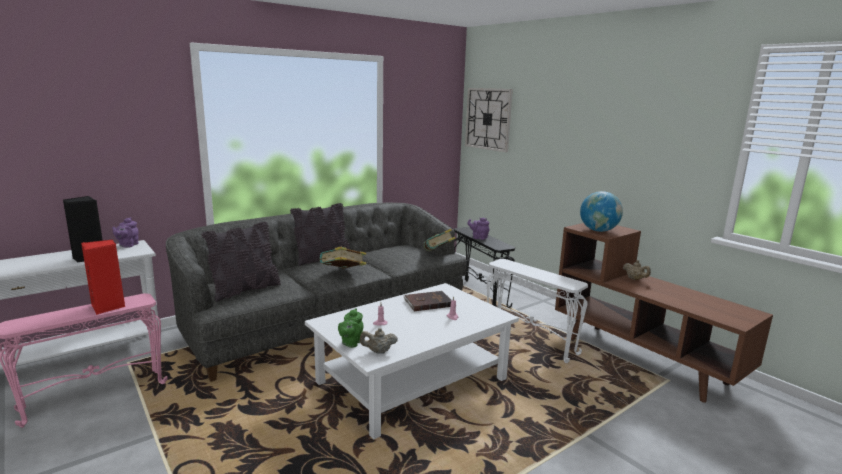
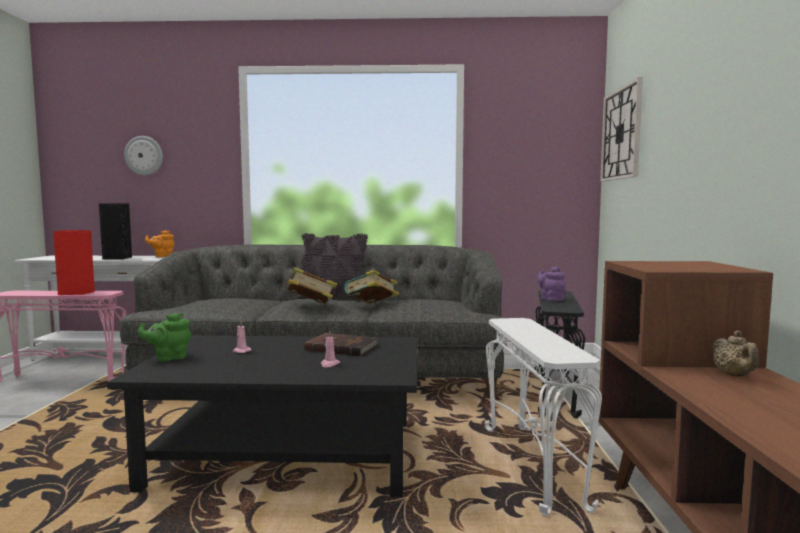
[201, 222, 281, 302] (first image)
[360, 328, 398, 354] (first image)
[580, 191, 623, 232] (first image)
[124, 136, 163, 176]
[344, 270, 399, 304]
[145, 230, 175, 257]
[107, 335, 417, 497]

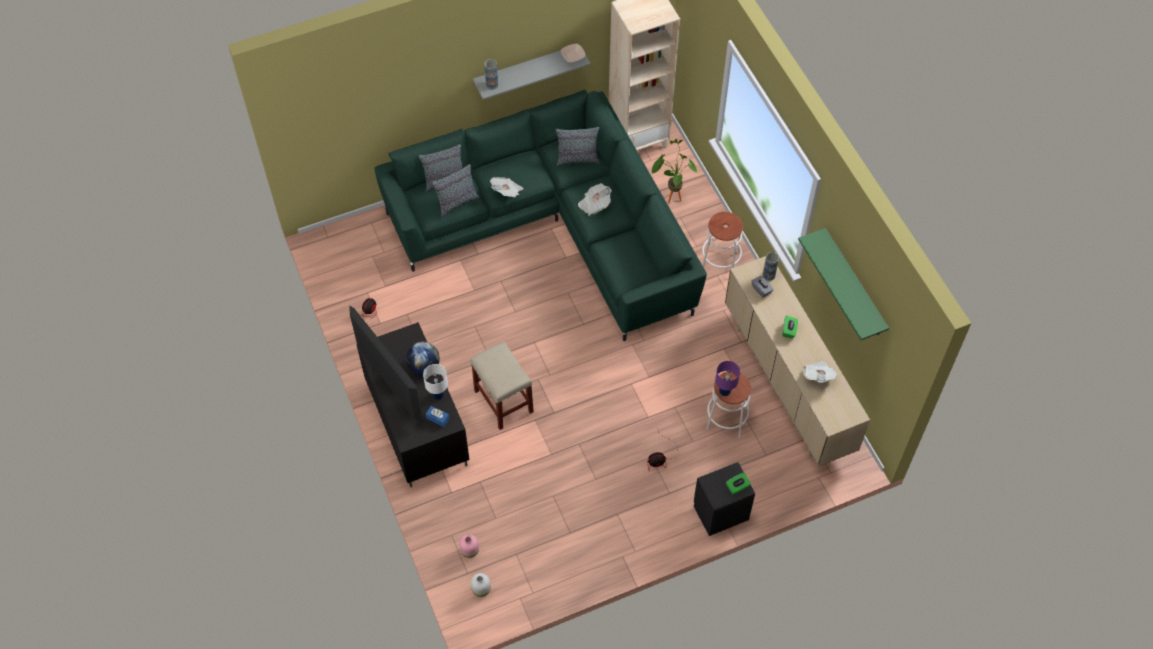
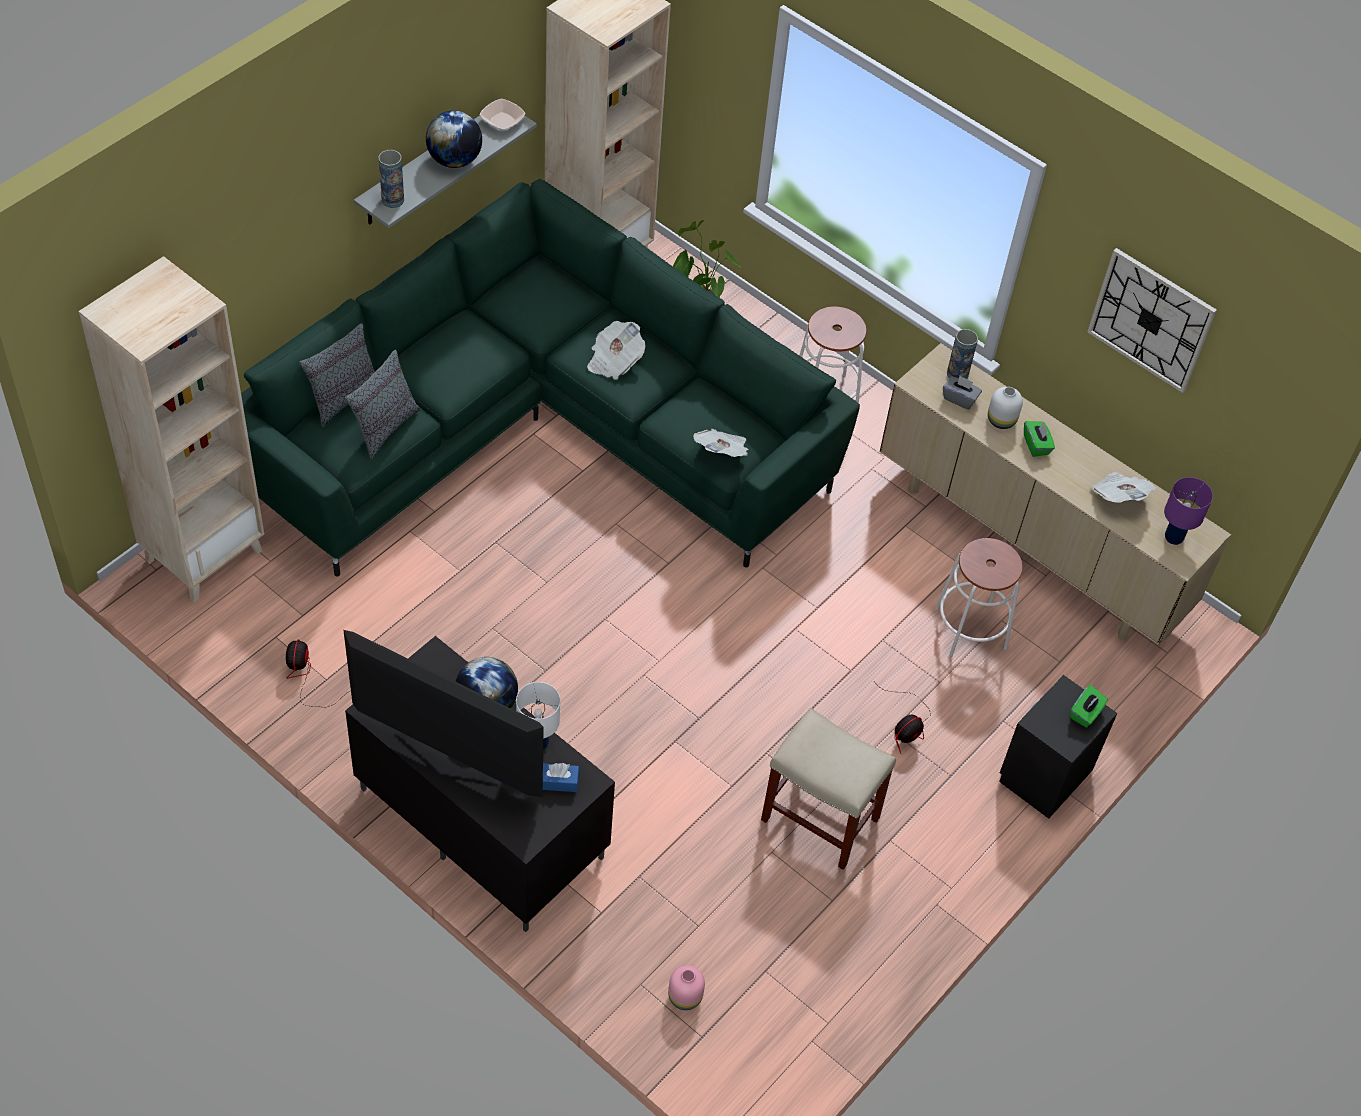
[556, 127, 600, 167] (first image)
[79, 256, 264, 602]
[426, 111, 482, 168]
[761, 708, 896, 870]
[988, 387, 1023, 429]
[693, 429, 749, 457]
[1164, 477, 1213, 545]
[1087, 248, 1217, 393]

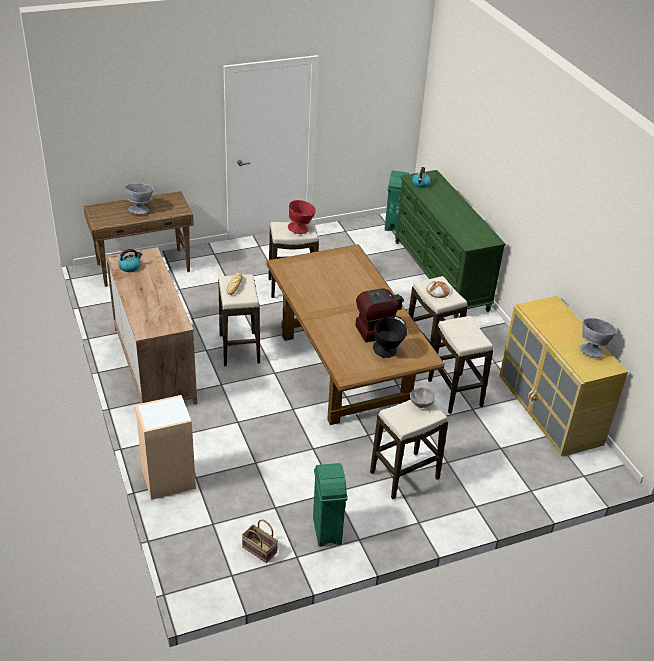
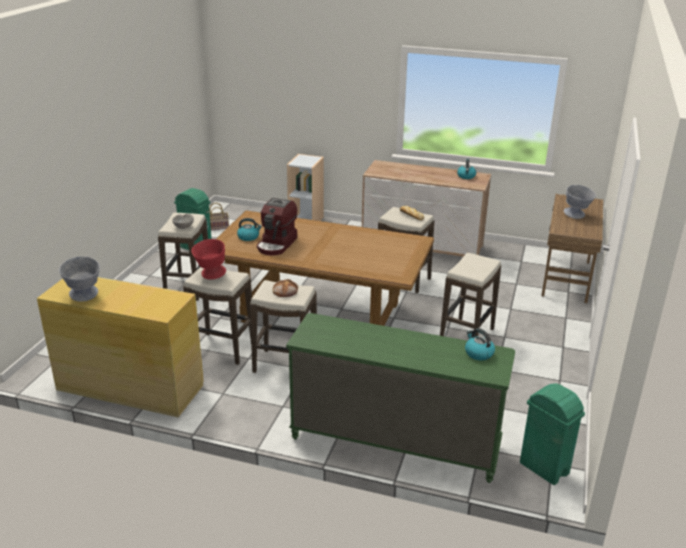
[192, 239, 226, 280]
[237, 218, 262, 241]

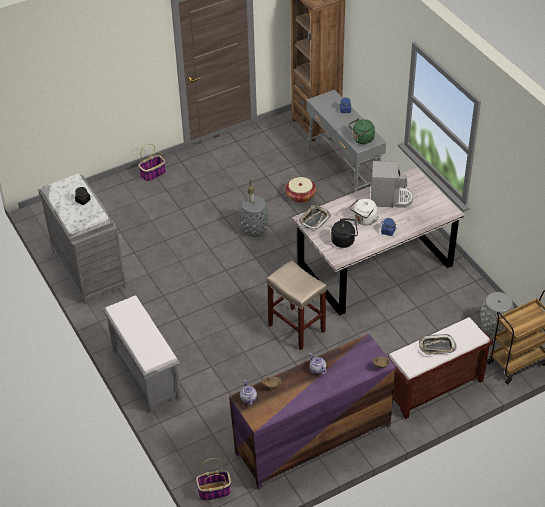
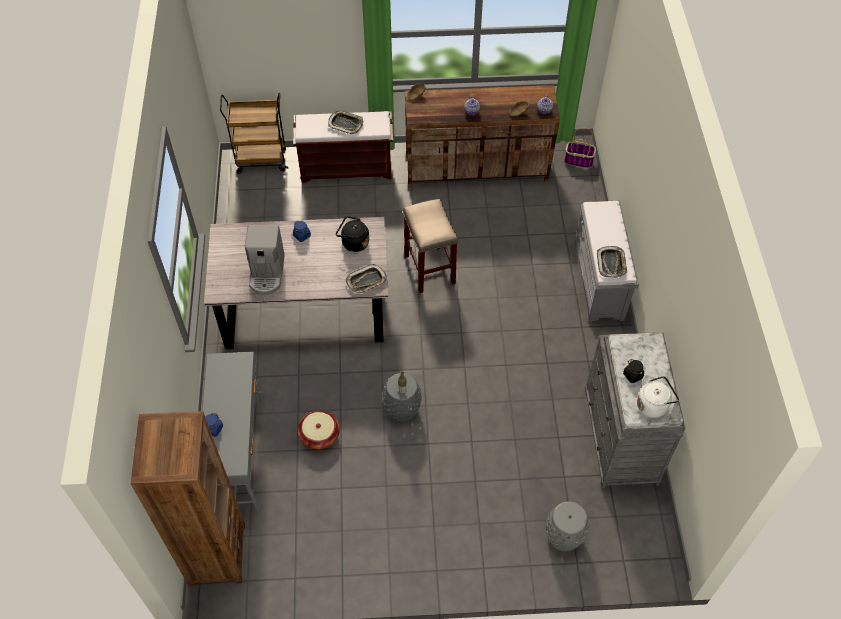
[138, 144, 166, 182] (first image)
[349, 118, 375, 144] (first image)
[597, 246, 627, 278]
[637, 376, 679, 418]
[546, 501, 589, 551]
[405, 85, 560, 188]
[245, 225, 285, 295]

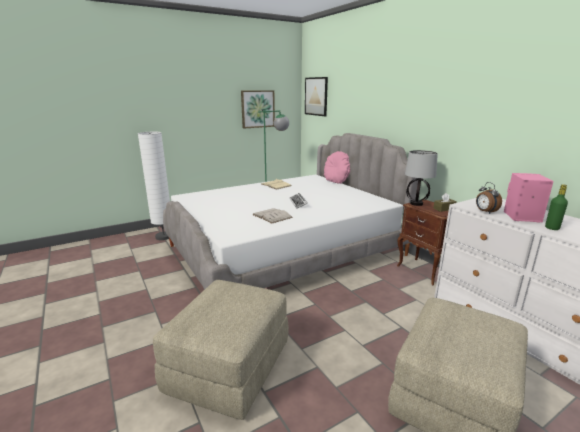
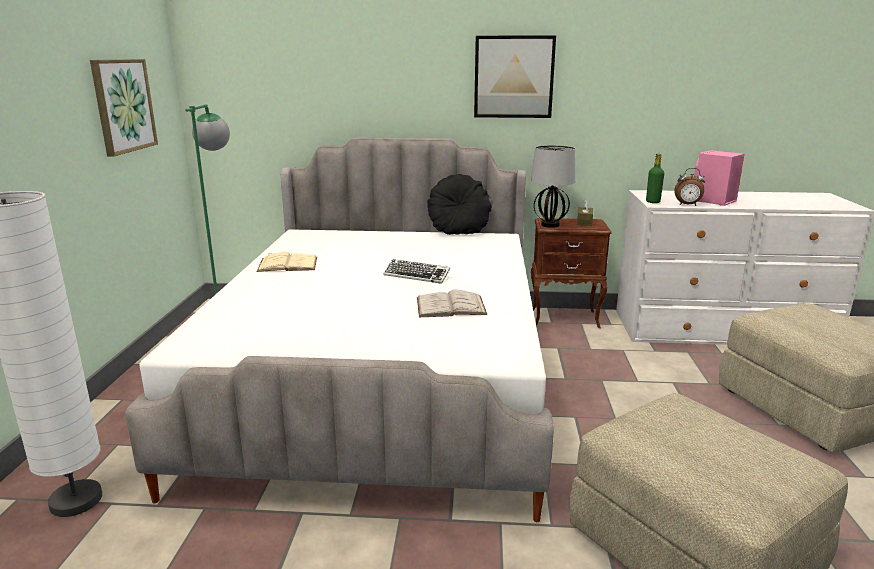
[324, 151, 350, 184] (first image)
[428, 174, 492, 235]
[474, 36, 556, 118]
[646, 154, 664, 203]

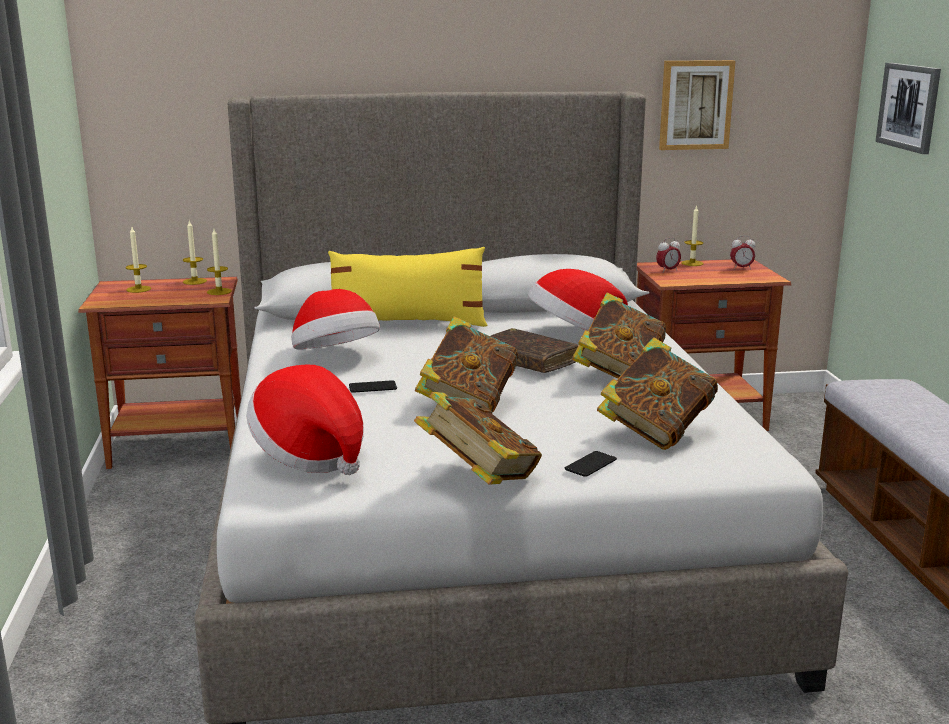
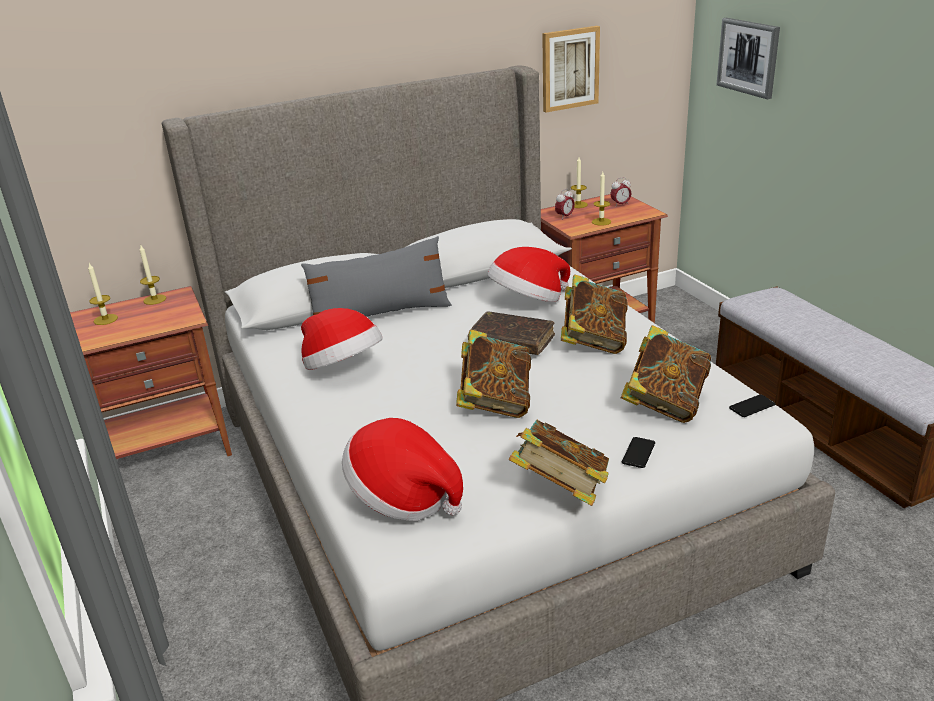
[592, 172, 611, 226]
[729, 395, 776, 417]
[301, 236, 452, 317]

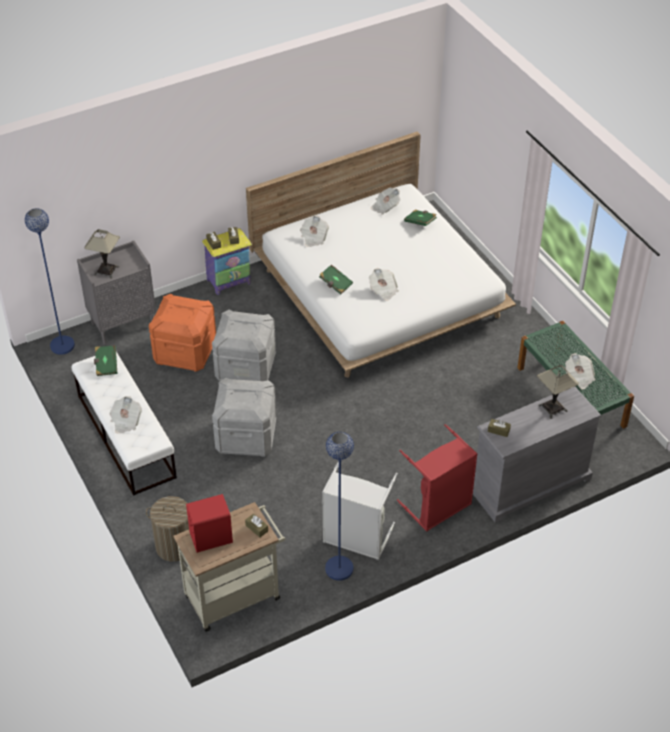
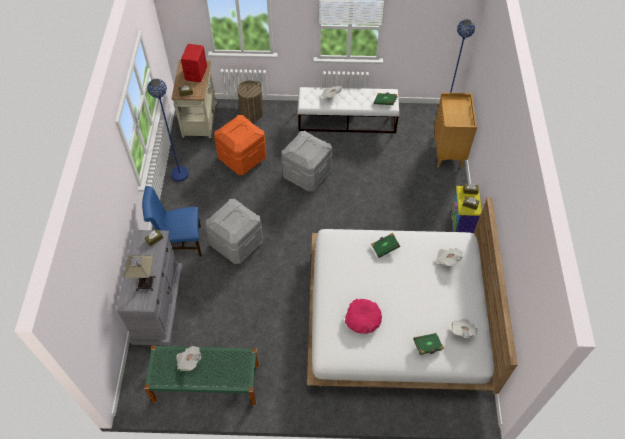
[84, 229, 120, 279] (first image)
[322, 461, 398, 560] (first image)
[369, 268, 399, 301] (first image)
[345, 299, 382, 334]
[214, 115, 266, 175]
[206, 199, 263, 264]
[142, 186, 202, 257]
[434, 93, 477, 168]

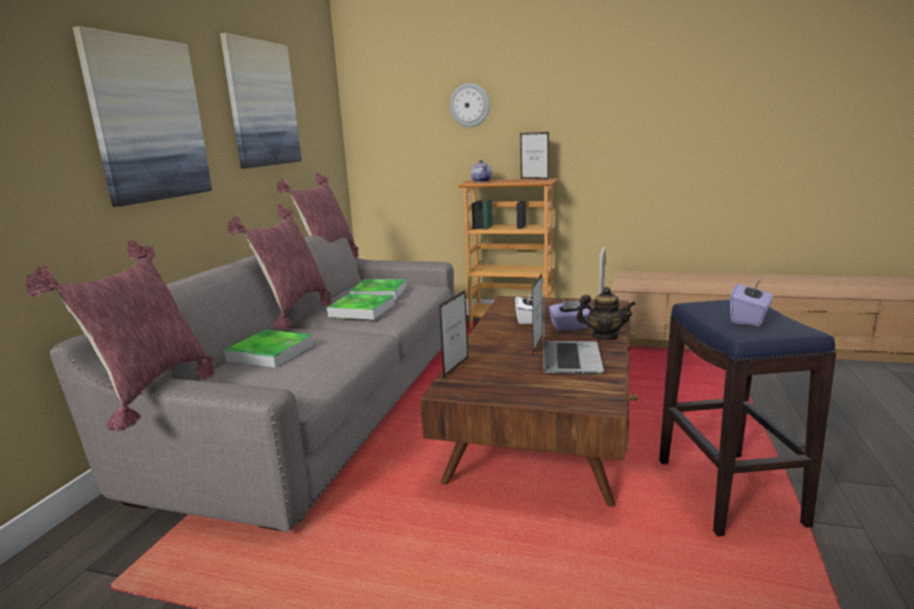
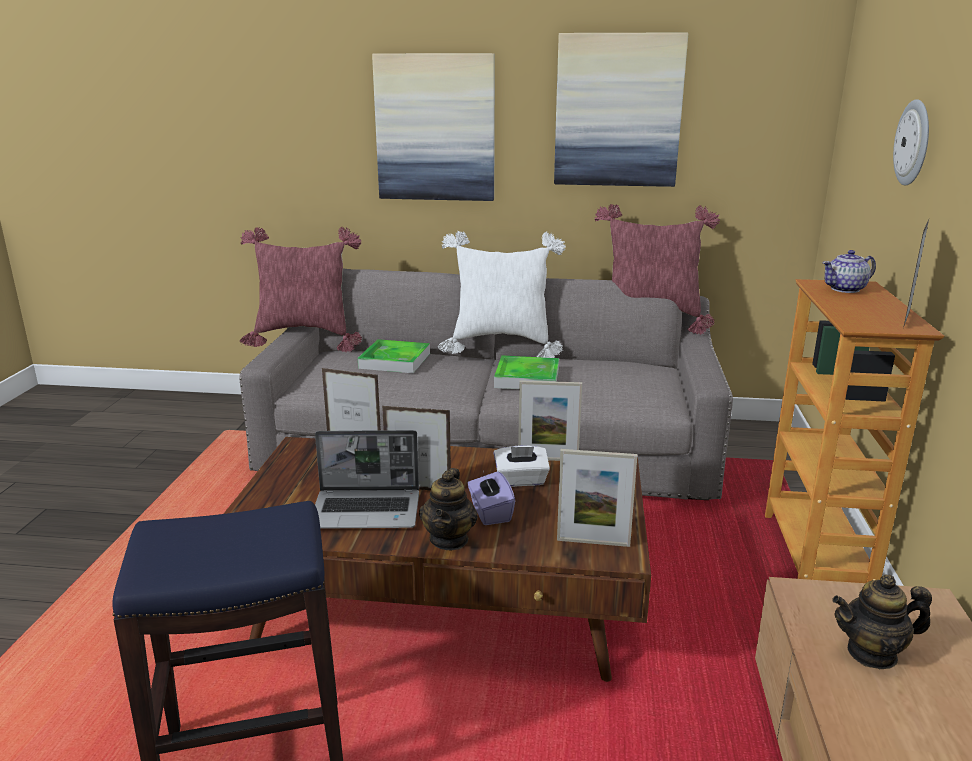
[350, 279, 406, 300] (first image)
[730, 278, 773, 326] (first image)
[518, 380, 582, 461]
[832, 575, 932, 669]
[437, 231, 566, 358]

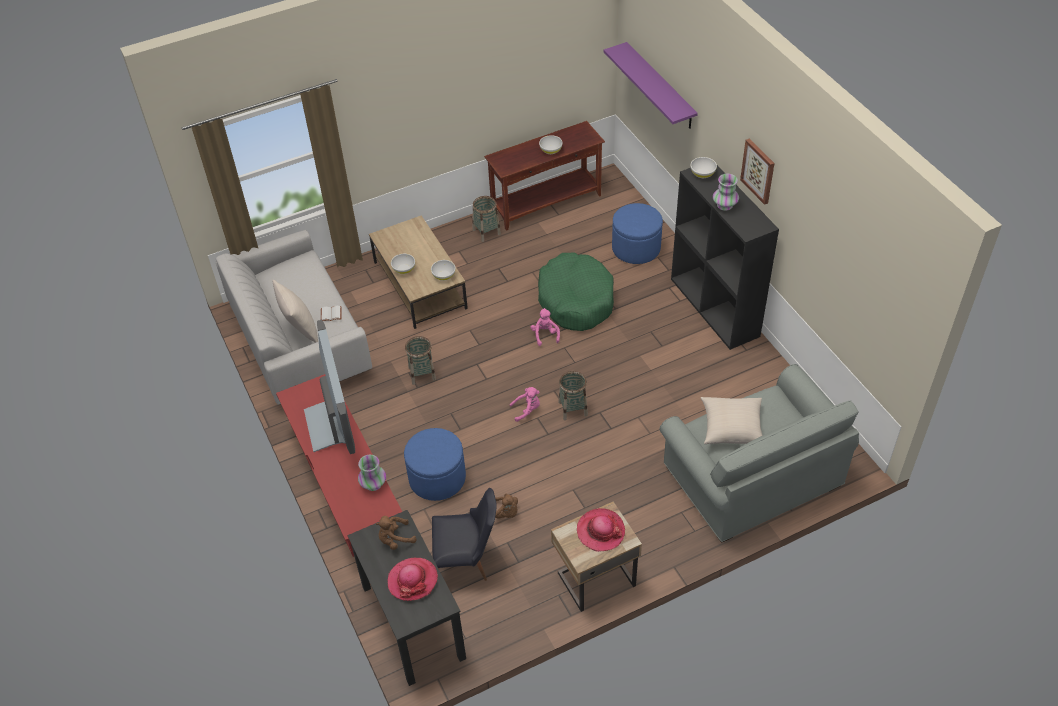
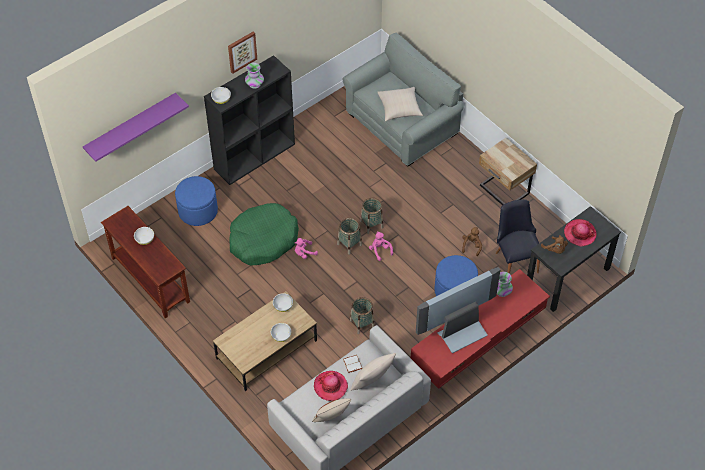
[312, 398, 351, 422]
[337, 218, 362, 255]
[314, 371, 348, 401]

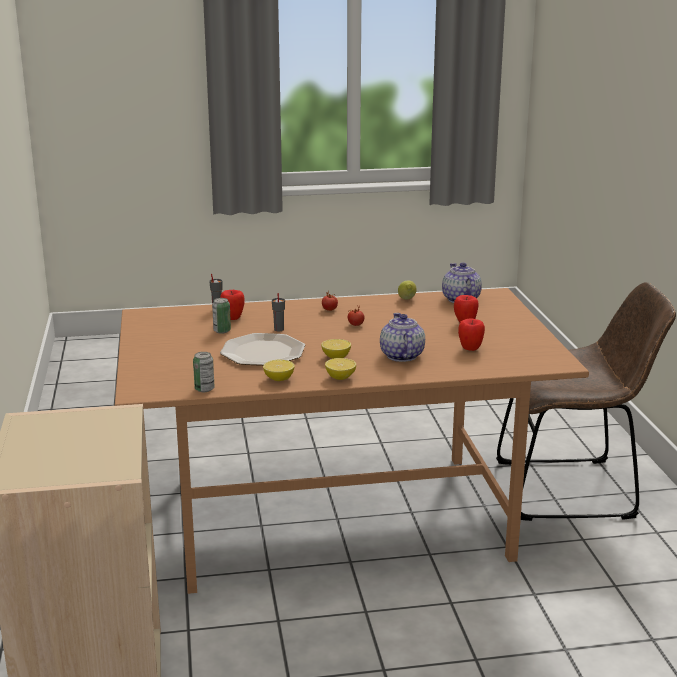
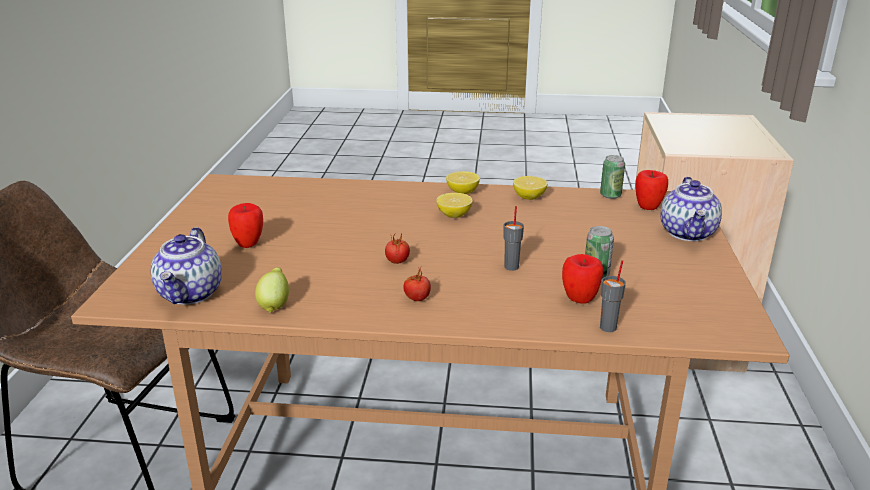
[220, 333, 305, 366] (first image)
[661, 177, 722, 241]
[636, 170, 668, 210]

